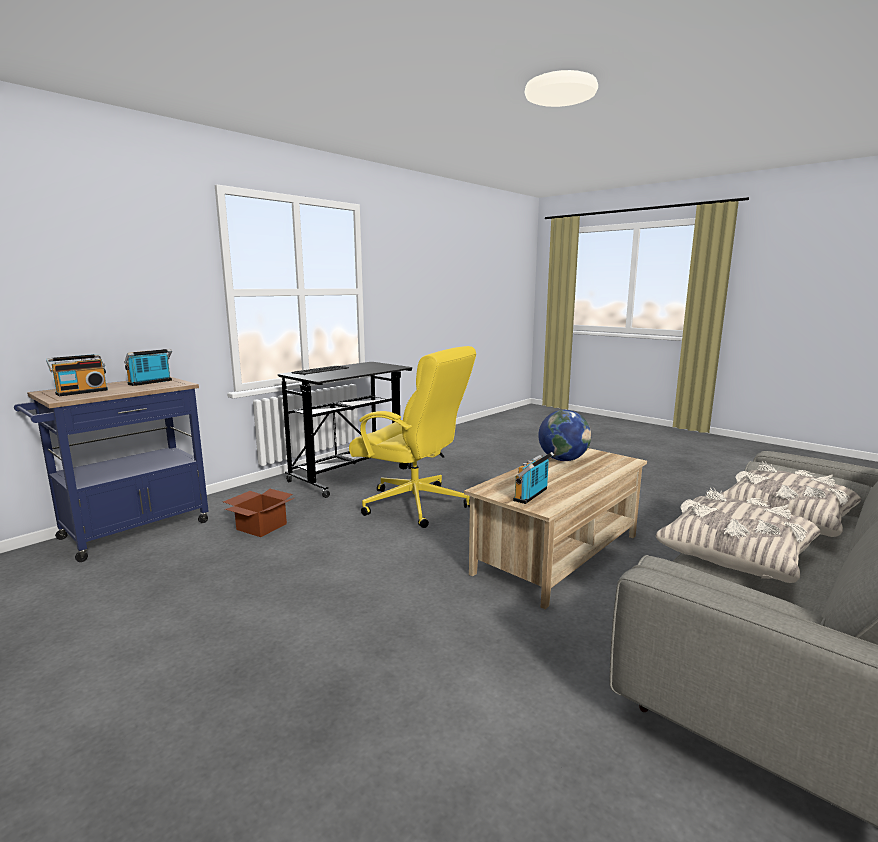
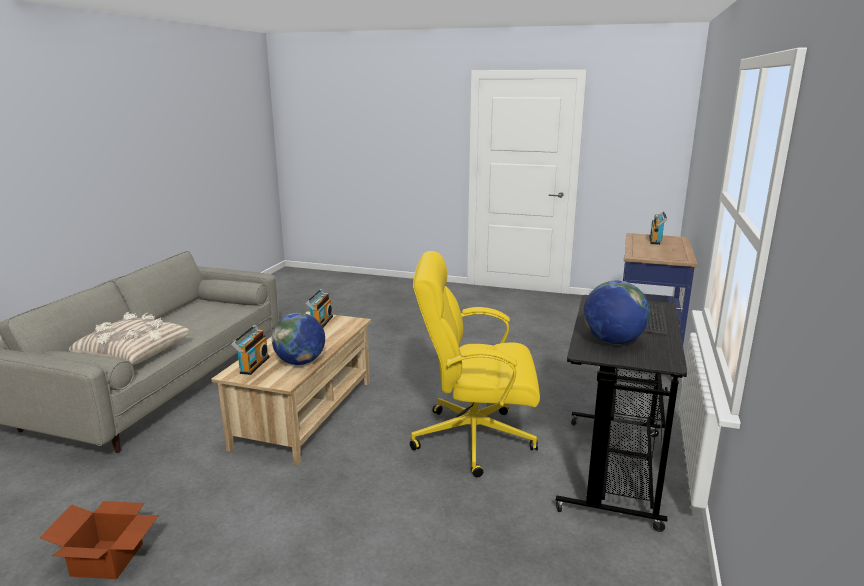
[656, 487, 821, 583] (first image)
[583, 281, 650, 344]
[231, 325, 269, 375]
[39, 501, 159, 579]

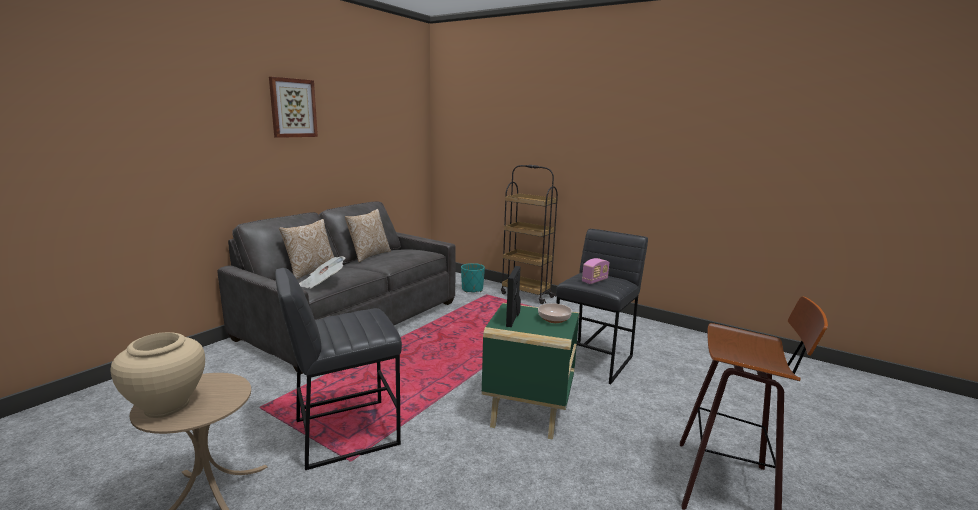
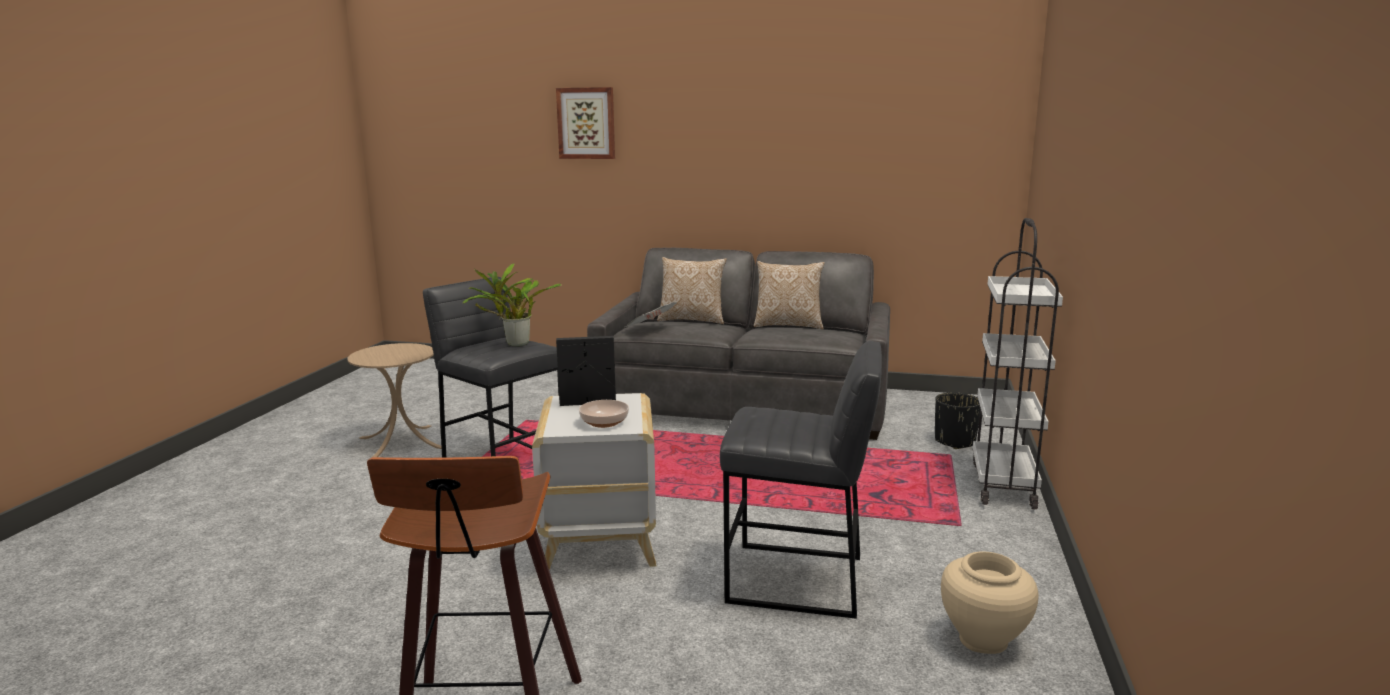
[582, 258, 609, 284] (first image)
[463, 263, 562, 347]
[941, 552, 1038, 654]
[556, 87, 615, 159]
[935, 392, 980, 449]
[532, 393, 656, 570]
[972, 218, 1063, 509]

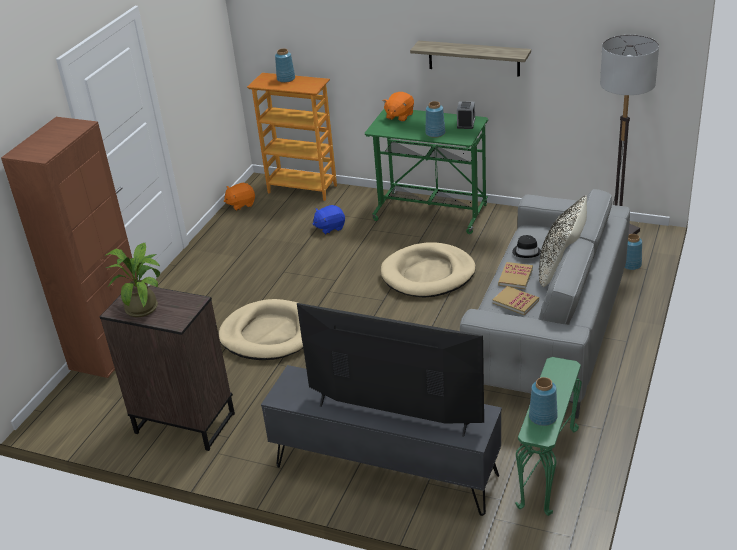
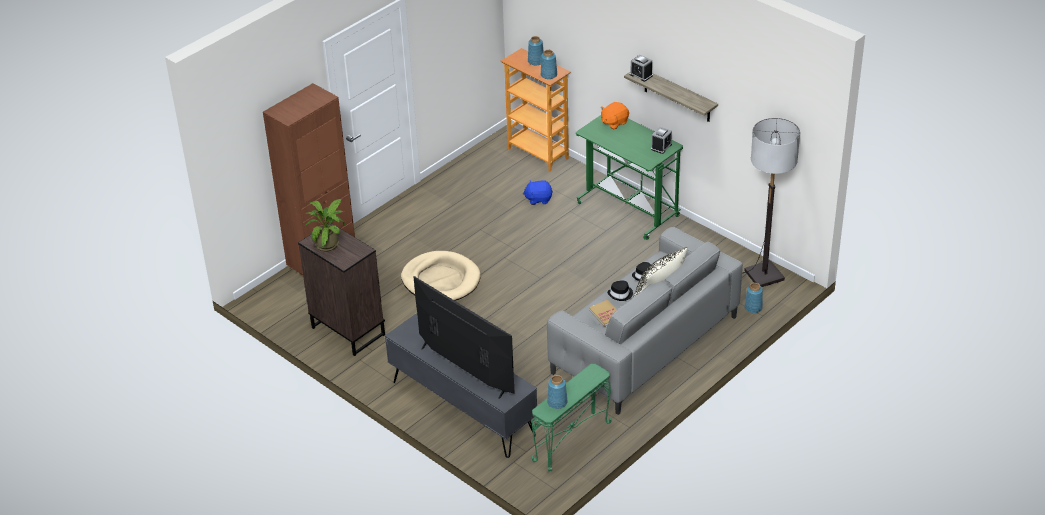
[224, 183, 255, 211] (first image)
[381, 242, 476, 298] (first image)
[630, 55, 653, 82]
[541, 50, 557, 79]
[607, 280, 633, 301]

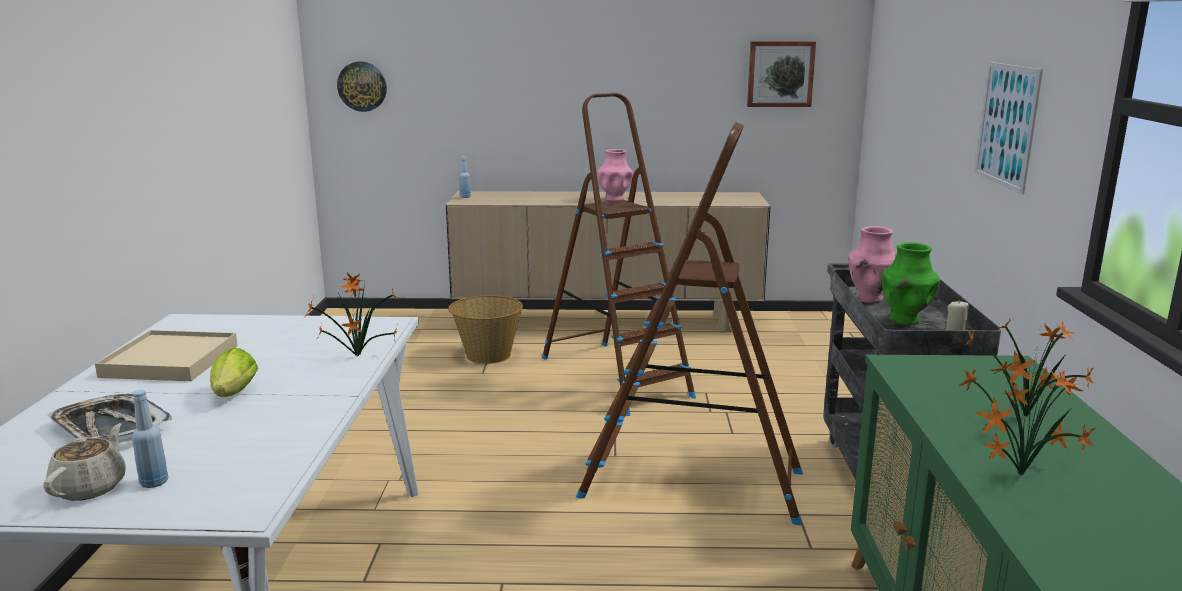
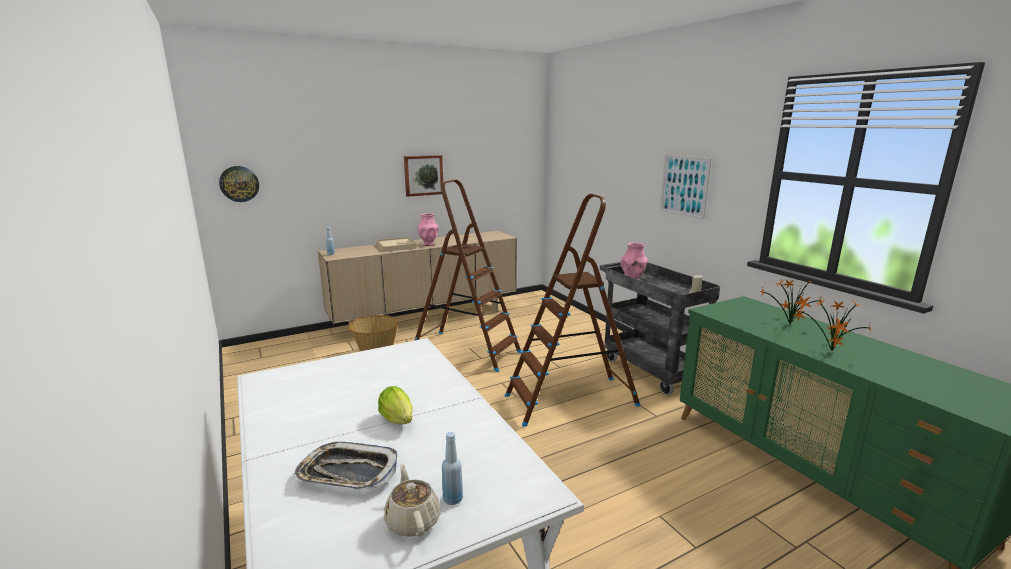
[305, 273, 399, 357] (first image)
[882, 242, 940, 325] (first image)
[376, 237, 417, 252]
[404, 155, 443, 197]

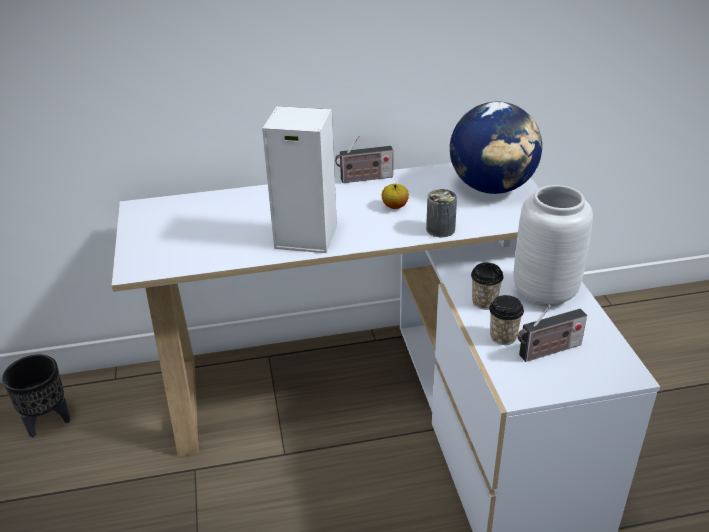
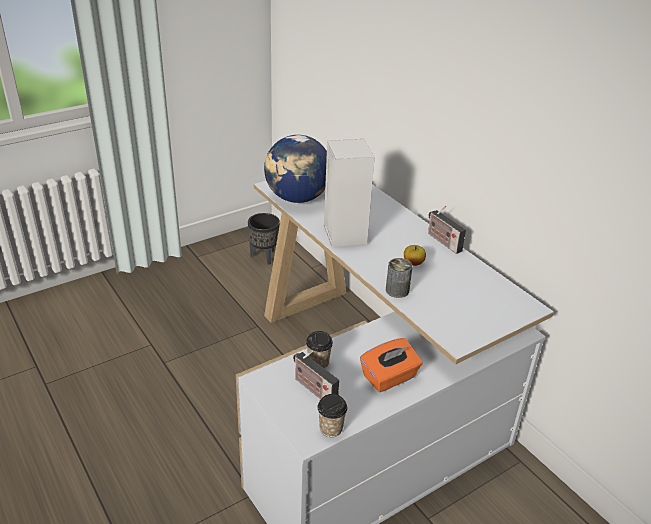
[264, 135, 327, 203]
[317, 394, 347, 437]
[360, 338, 423, 392]

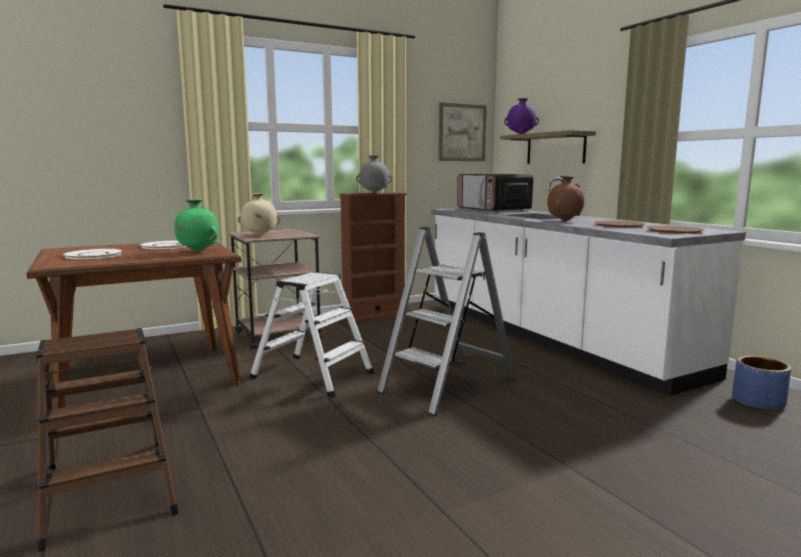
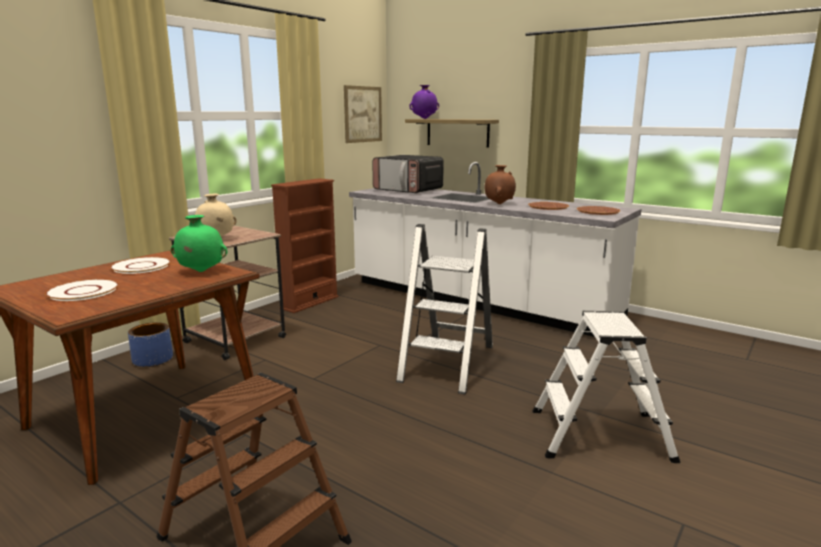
[356, 155, 392, 193] (first image)
[532, 311, 681, 463]
[128, 322, 173, 367]

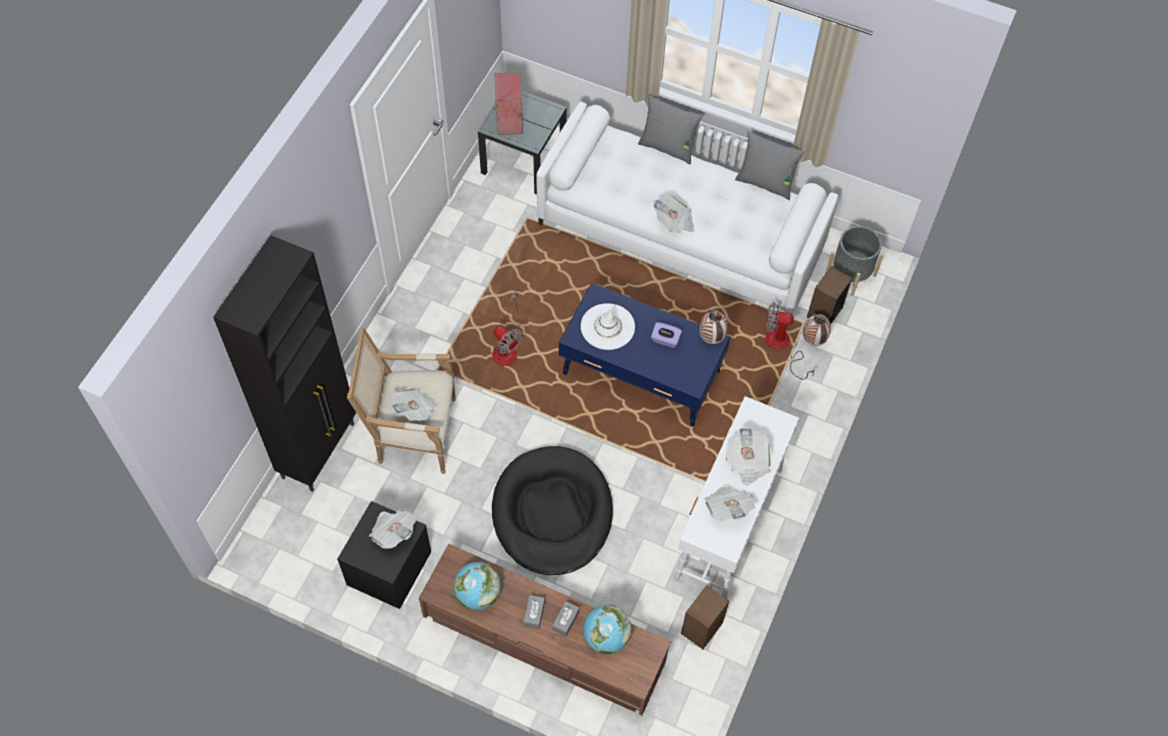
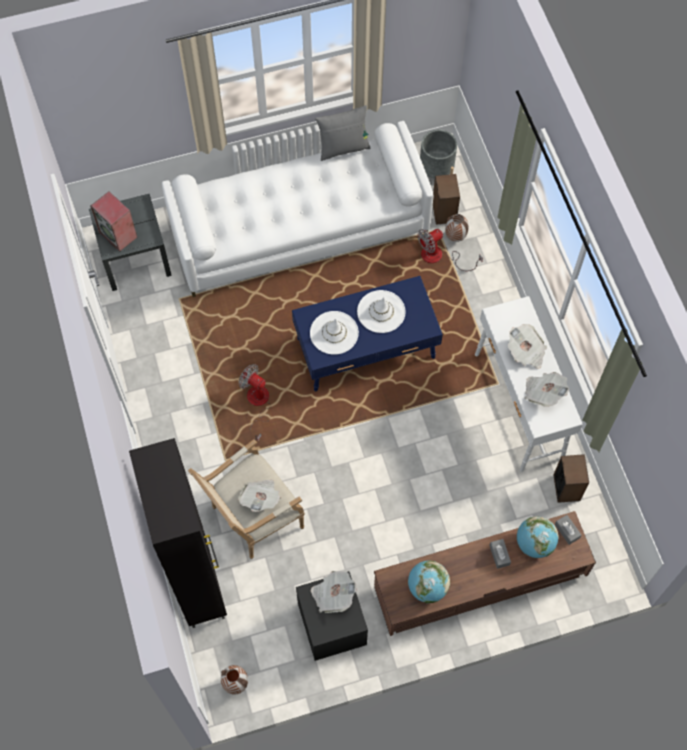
[492, 446, 613, 575] (first image)
[638, 95, 702, 164] (first image)
[653, 194, 695, 233] (first image)
[555, 515, 581, 545]
[221, 665, 248, 694]
[357, 290, 406, 333]
[239, 364, 271, 440]

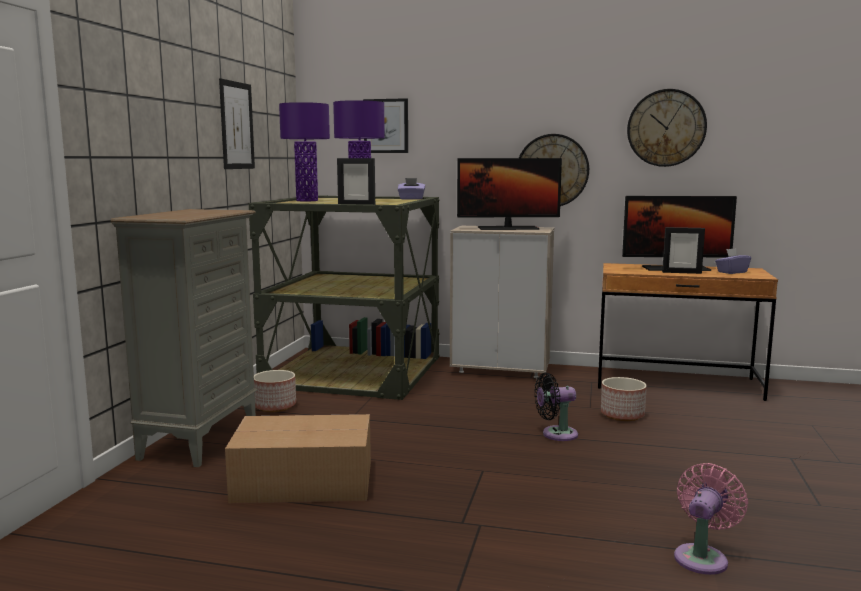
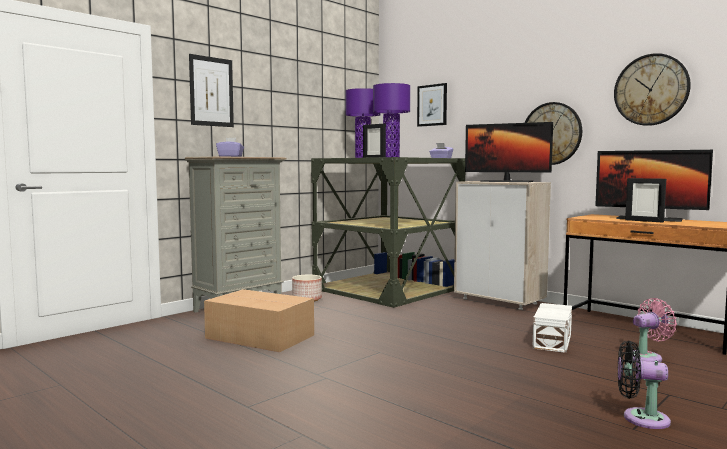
[189, 54, 234, 127]
[618, 341, 671, 429]
[633, 298, 677, 362]
[216, 138, 244, 157]
[532, 303, 572, 353]

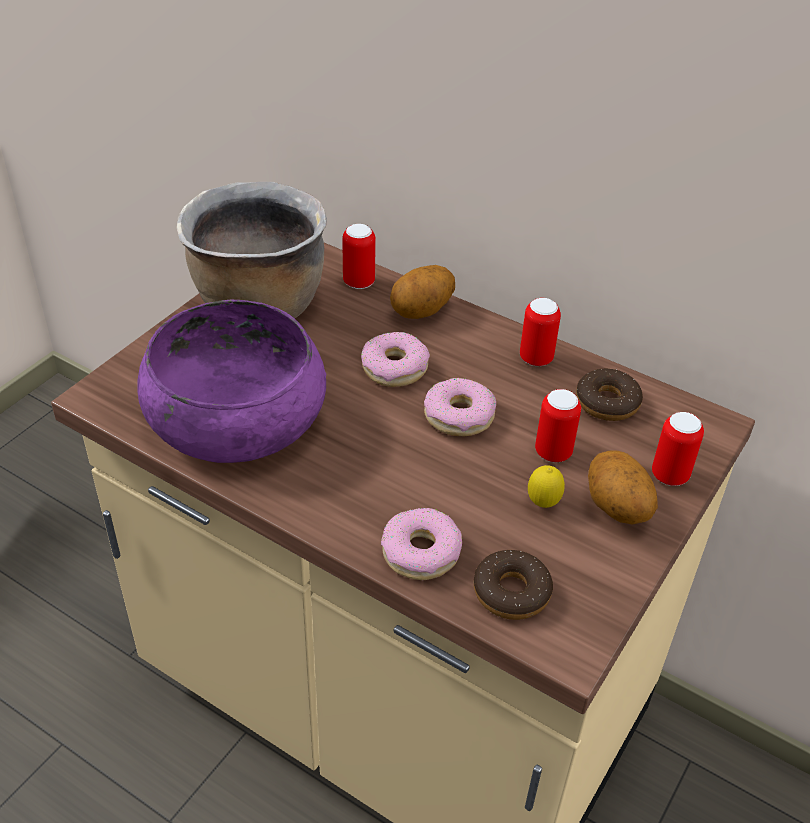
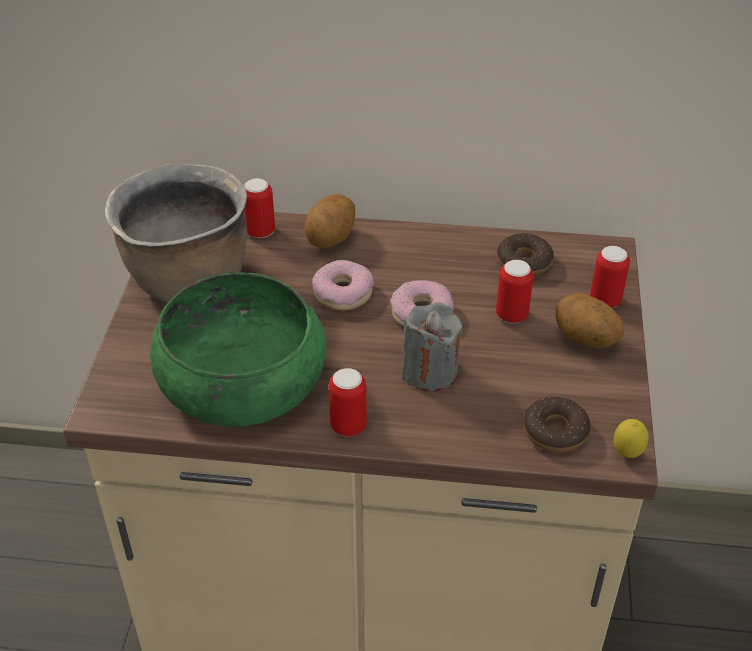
[381, 508, 462, 580] (first image)
[402, 302, 463, 391]
[329, 368, 367, 436]
[613, 419, 648, 458]
[150, 272, 327, 427]

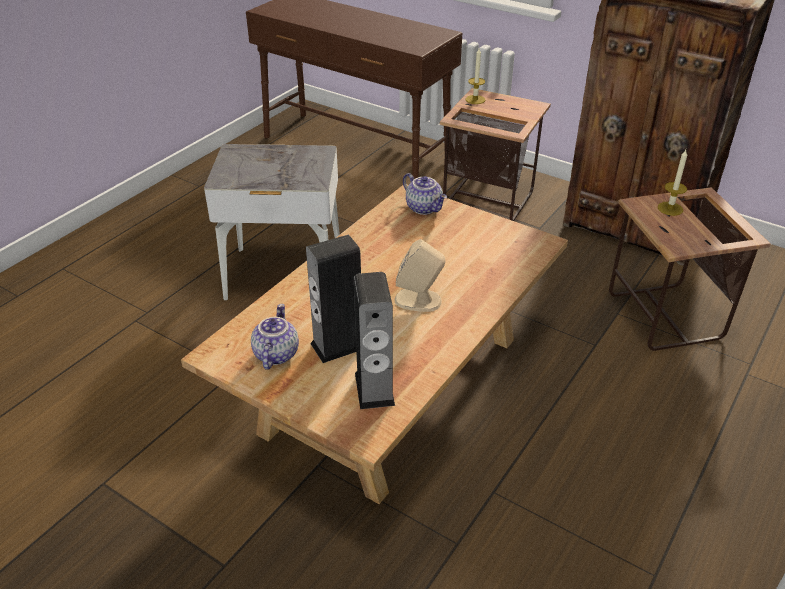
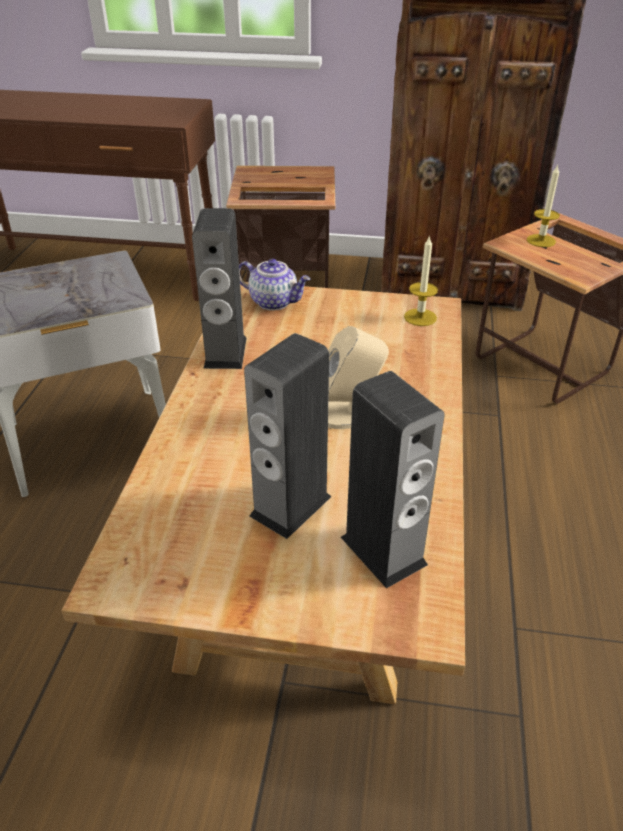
[251, 304, 299, 370] (first image)
[192, 208, 247, 369]
[404, 235, 438, 326]

